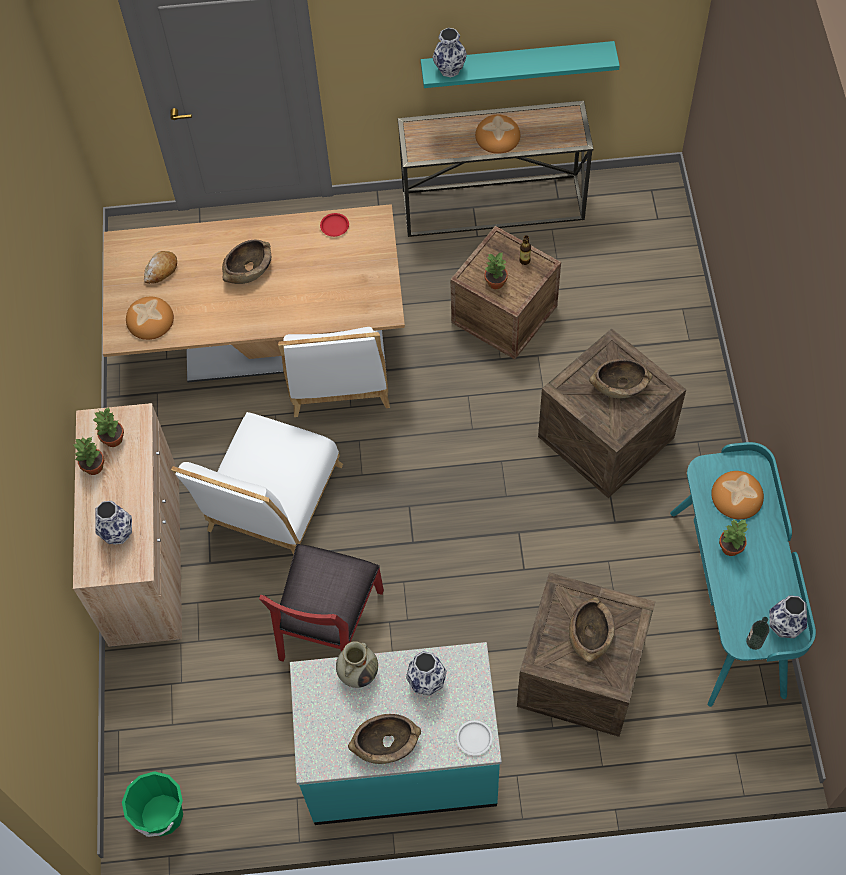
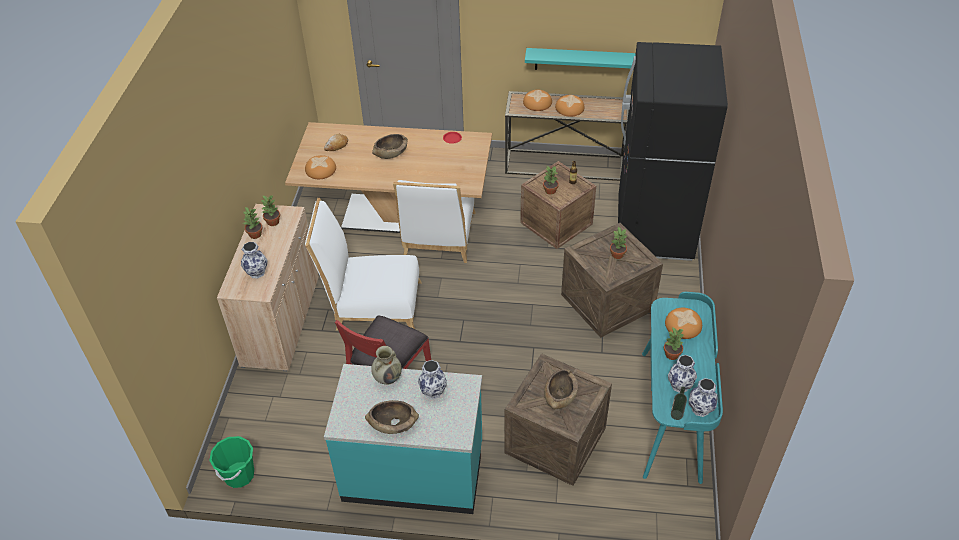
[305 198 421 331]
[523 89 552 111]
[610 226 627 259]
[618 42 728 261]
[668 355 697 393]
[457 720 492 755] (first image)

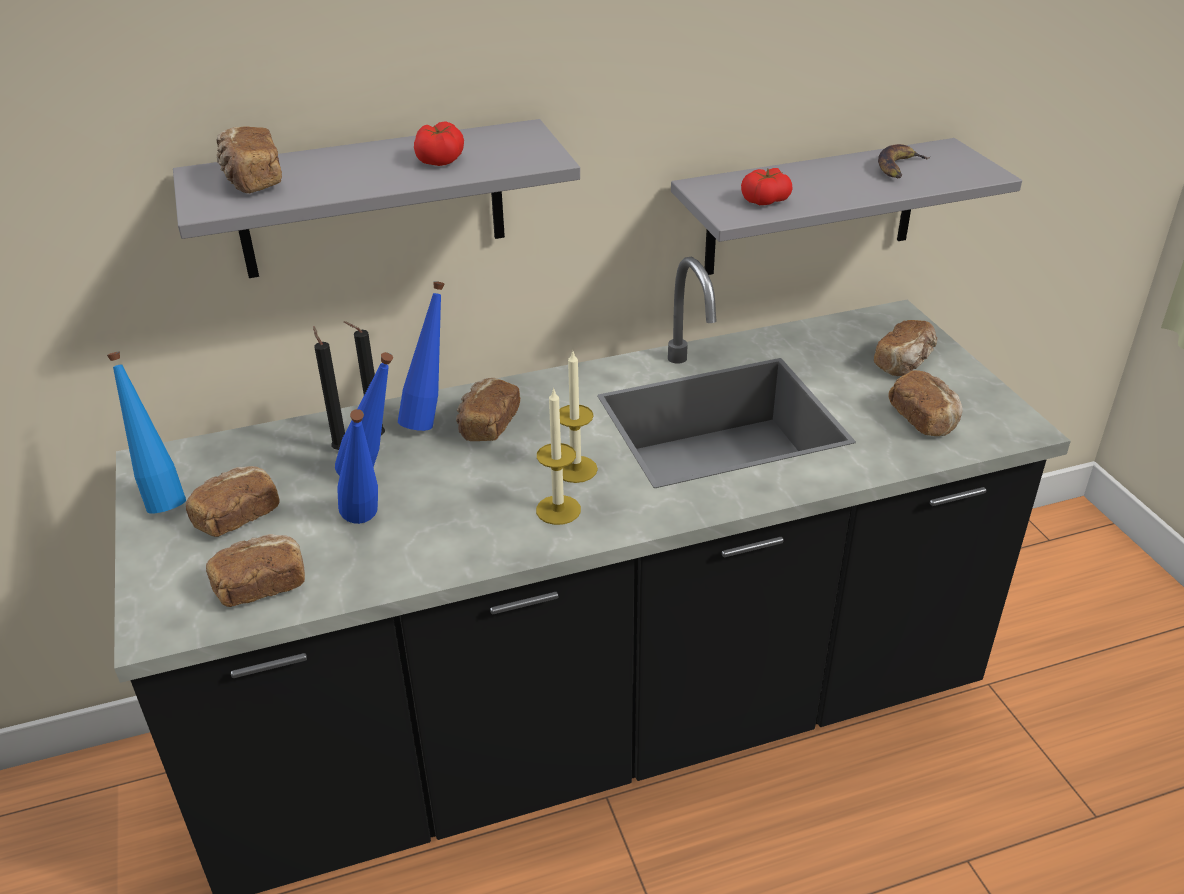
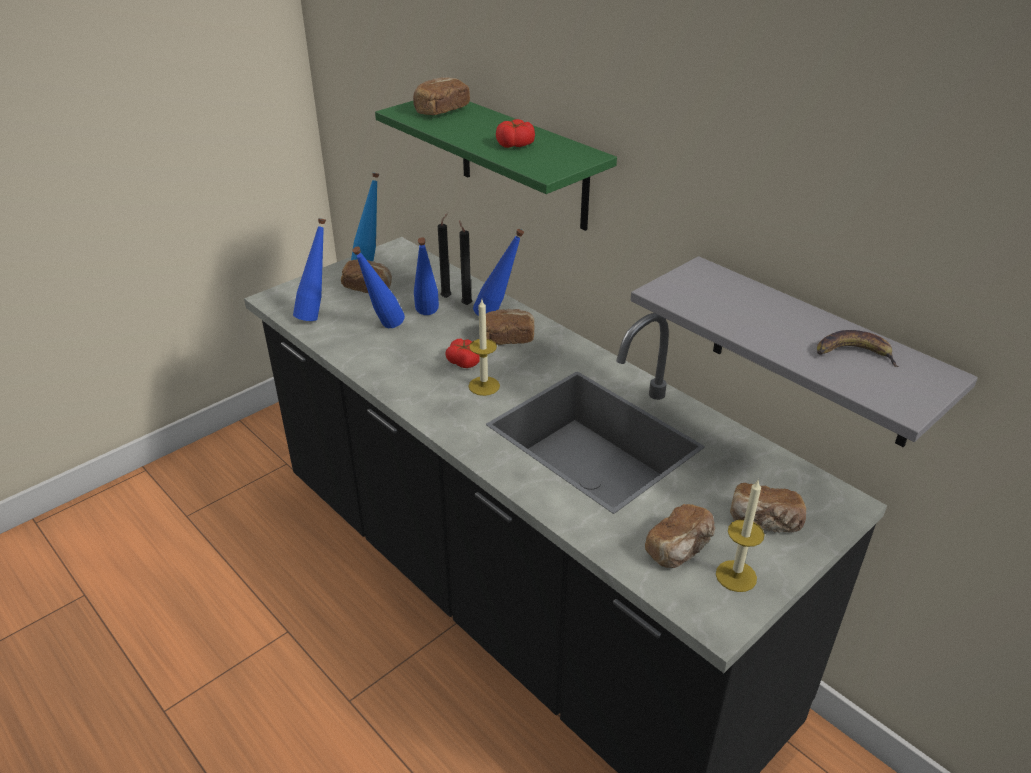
[293 218 326 321]
[375 101 617 231]
[445 338 480 368]
[716 479 765 592]

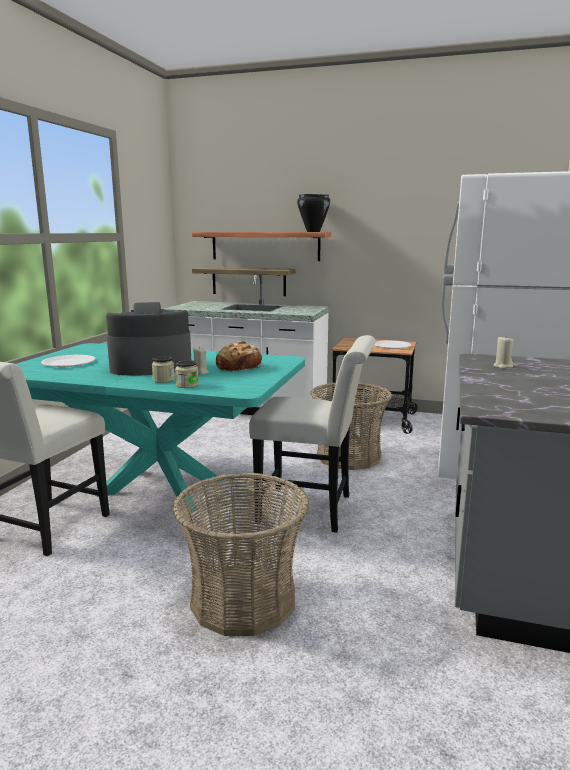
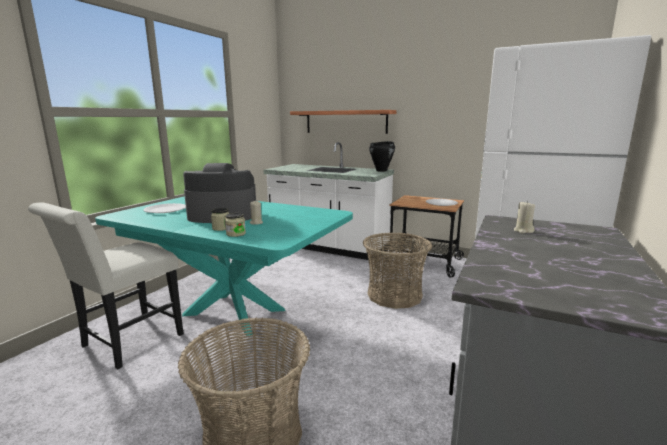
[369 141 395 172]
[192 267 296 296] (first image)
[216 341 263 372] (first image)
[249 335 376 533] (first image)

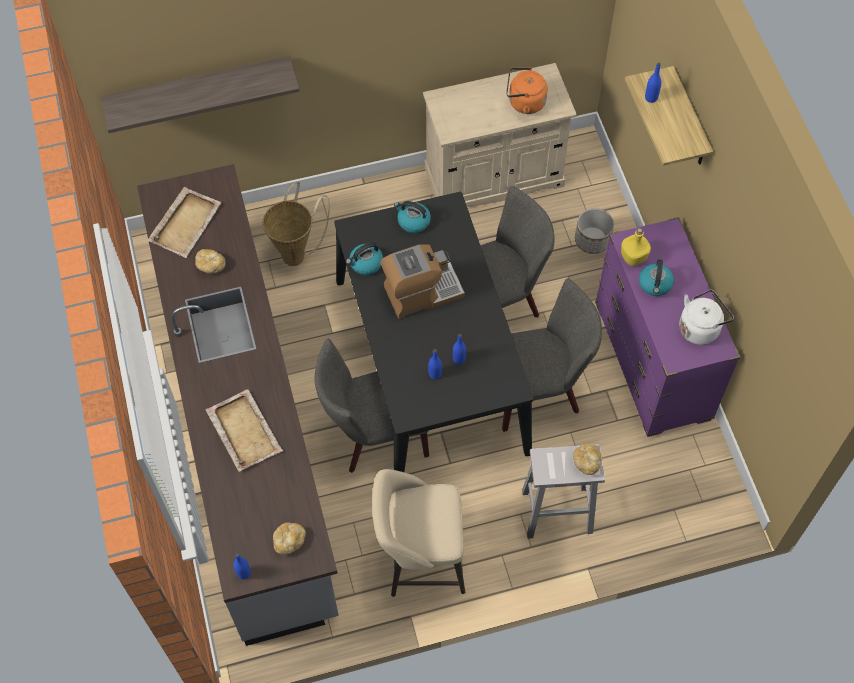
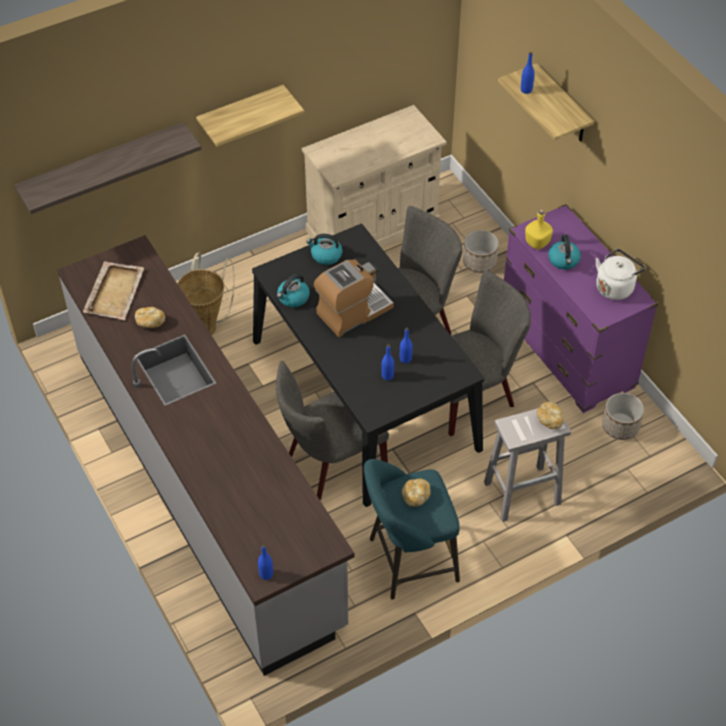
[196 85 305 146]
[364 459 460 600]
[402 479 431 507]
[602 393 644 440]
[206 389 283 472] (first image)
[506 67 548 114] (first image)

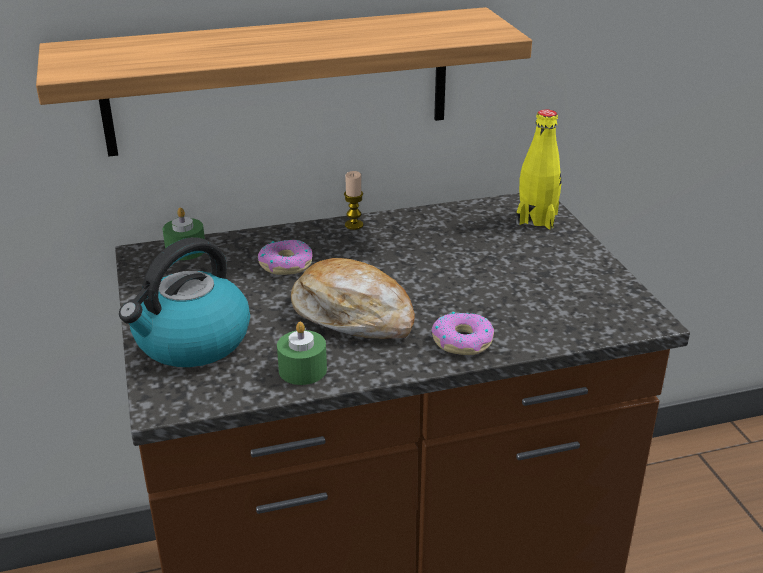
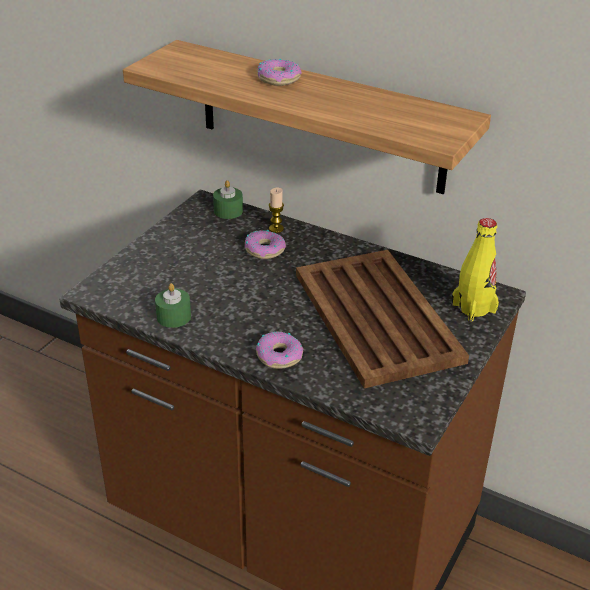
[257 59 302 86]
[269 188 284 233]
[296 250 469 388]
[119 237 250 367] (first image)
[291 258 415 339] (first image)

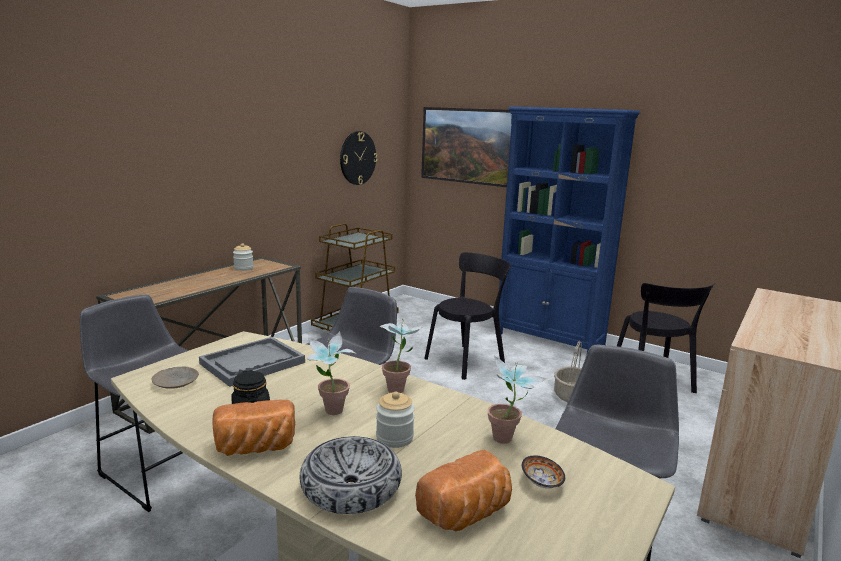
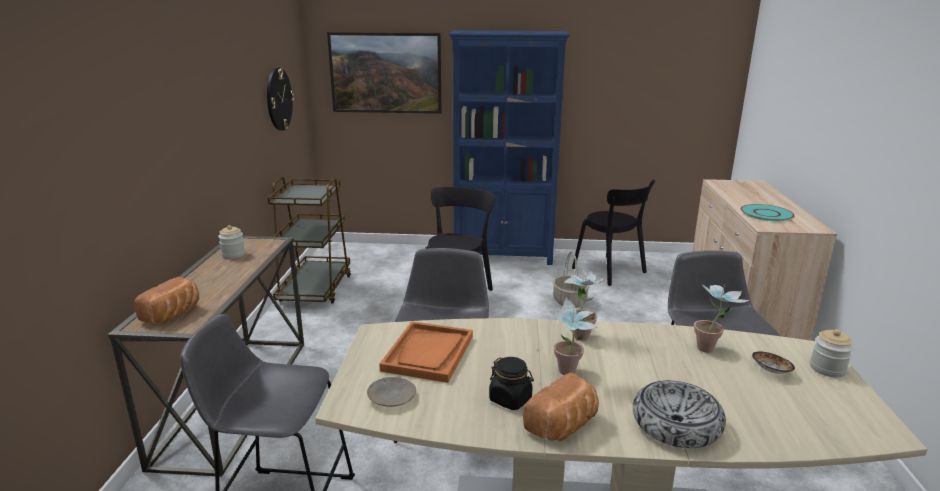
[134 277 199 323]
[379 321 473 383]
[740 204 795 222]
[810 329 854 377]

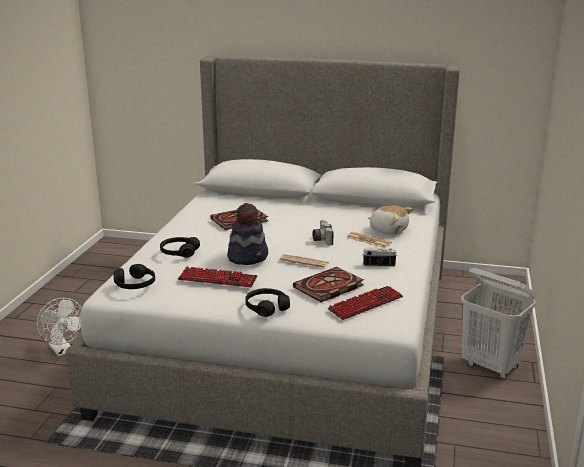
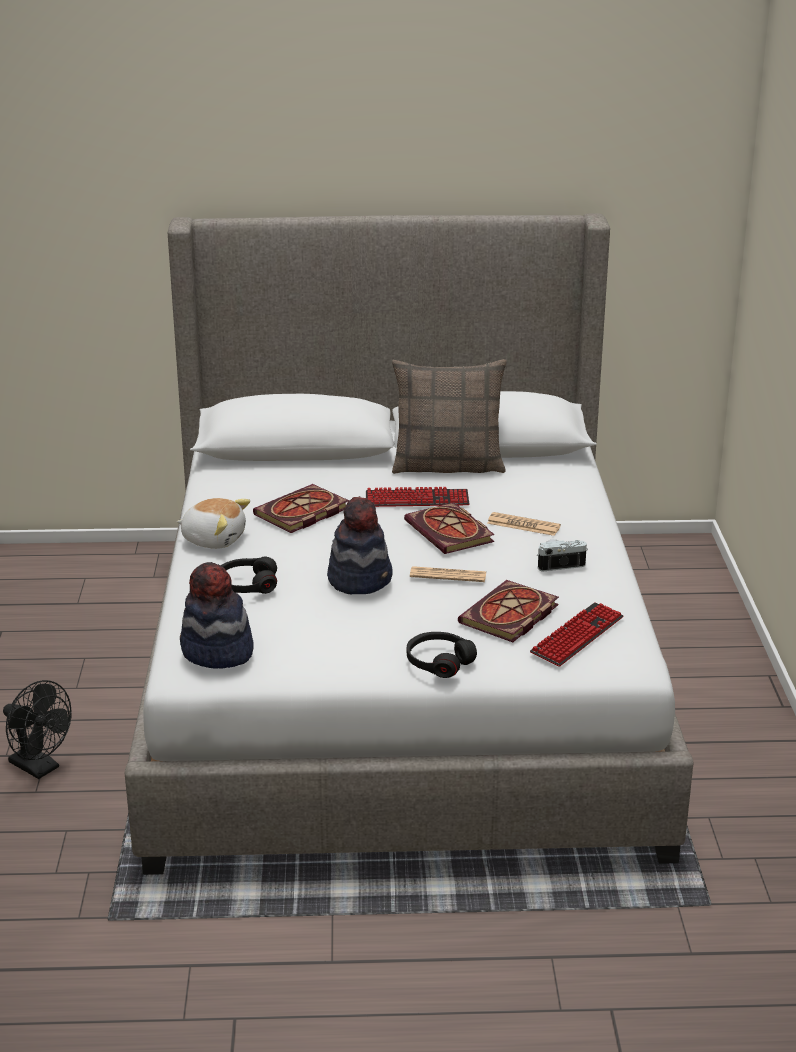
[3 680 72 779]
[177 498 250 549]
[180 562 254 669]
[366 487 469 507]
[392 359 506 474]
[404 502 495 554]
[461 268 536 379] (first image)

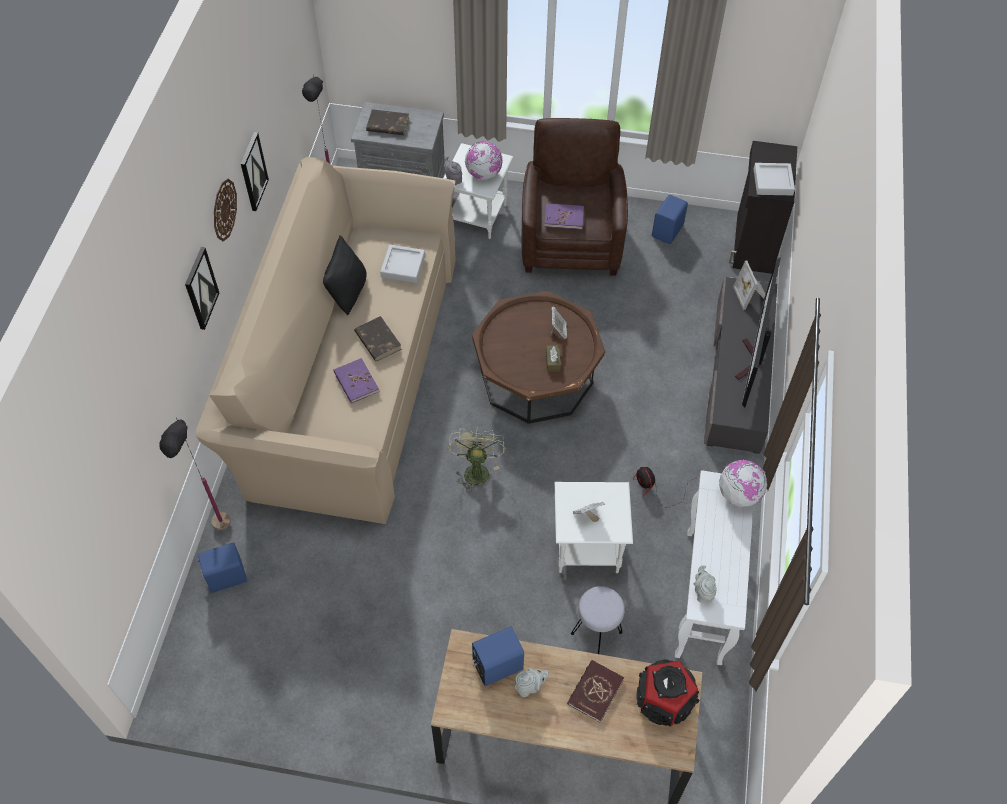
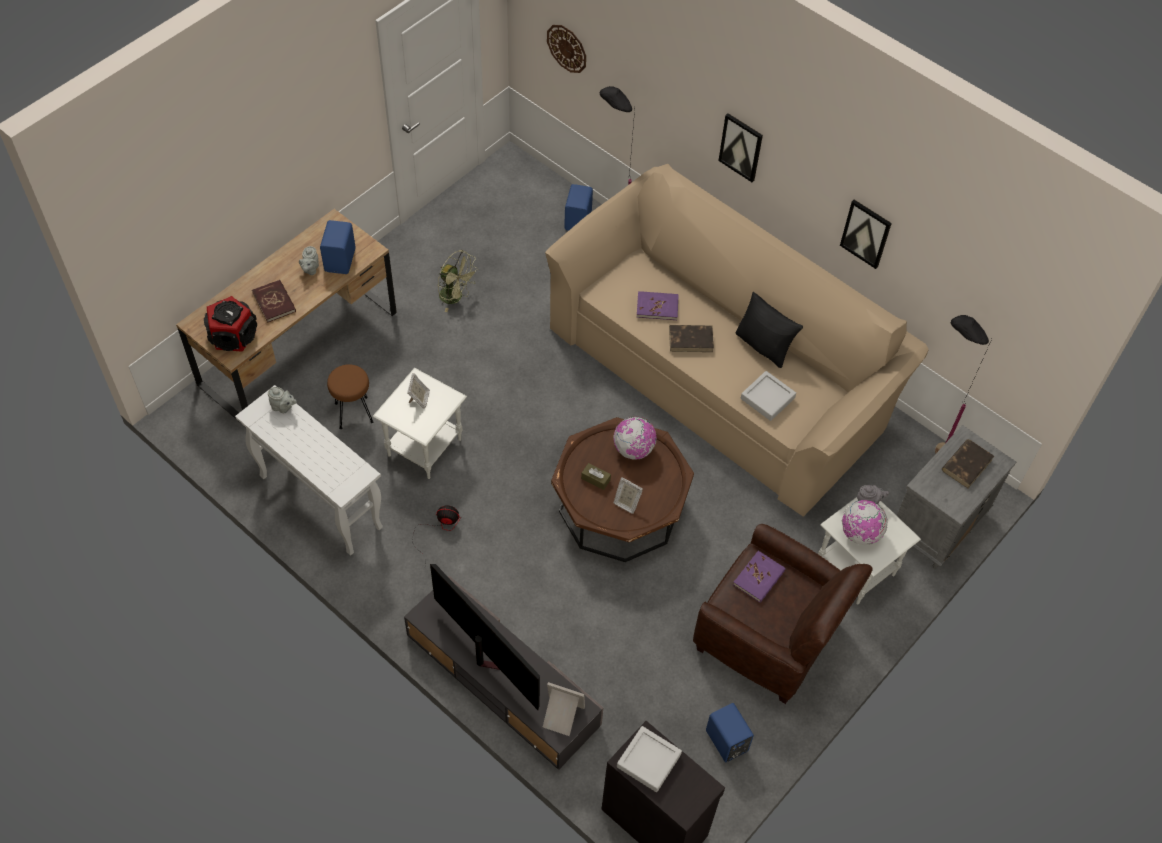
[327 364 374 429]
[438 250 478 312]
[547 25 586 73]
[613 416 657 459]

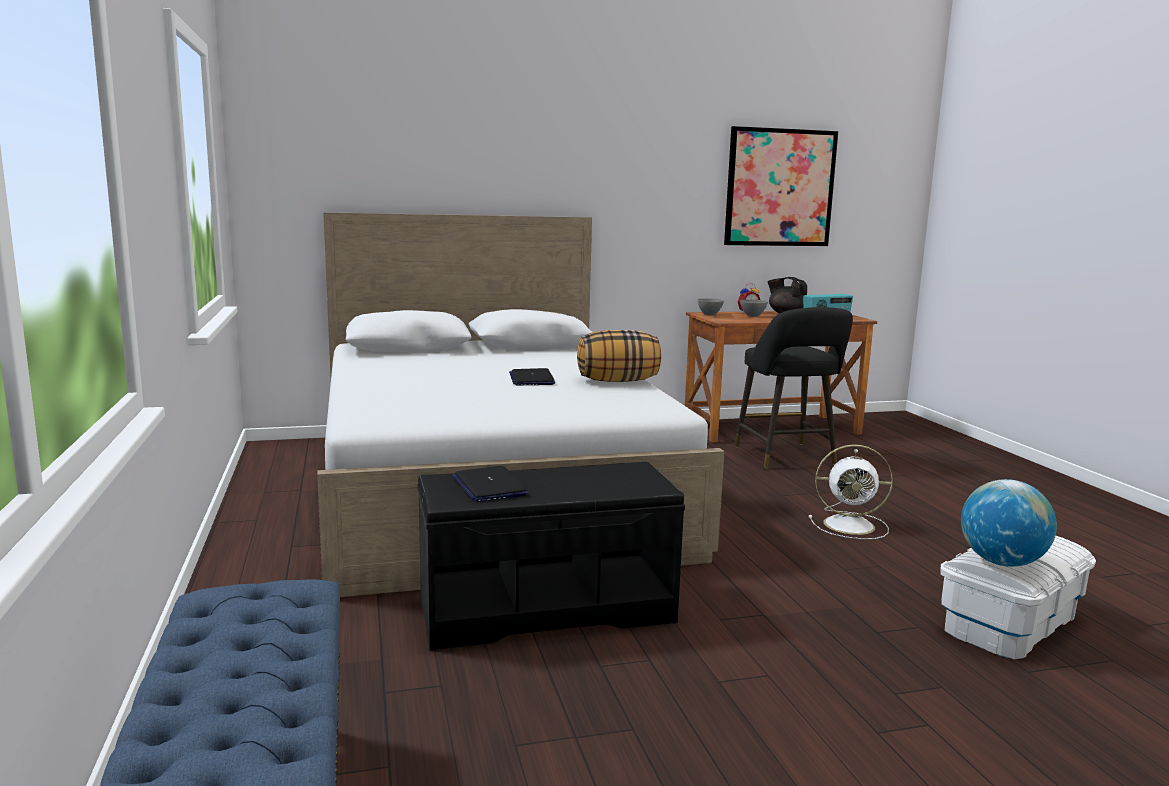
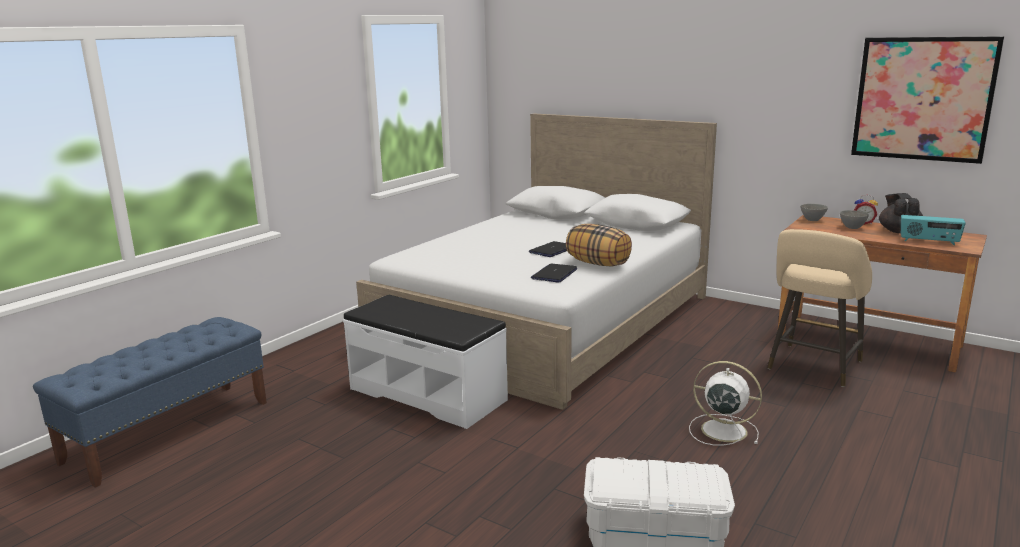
[343 295 508 429]
[531 264 577 283]
[689 361 762 446]
[767 229 872 387]
[961 479 1057 567] (first image)

